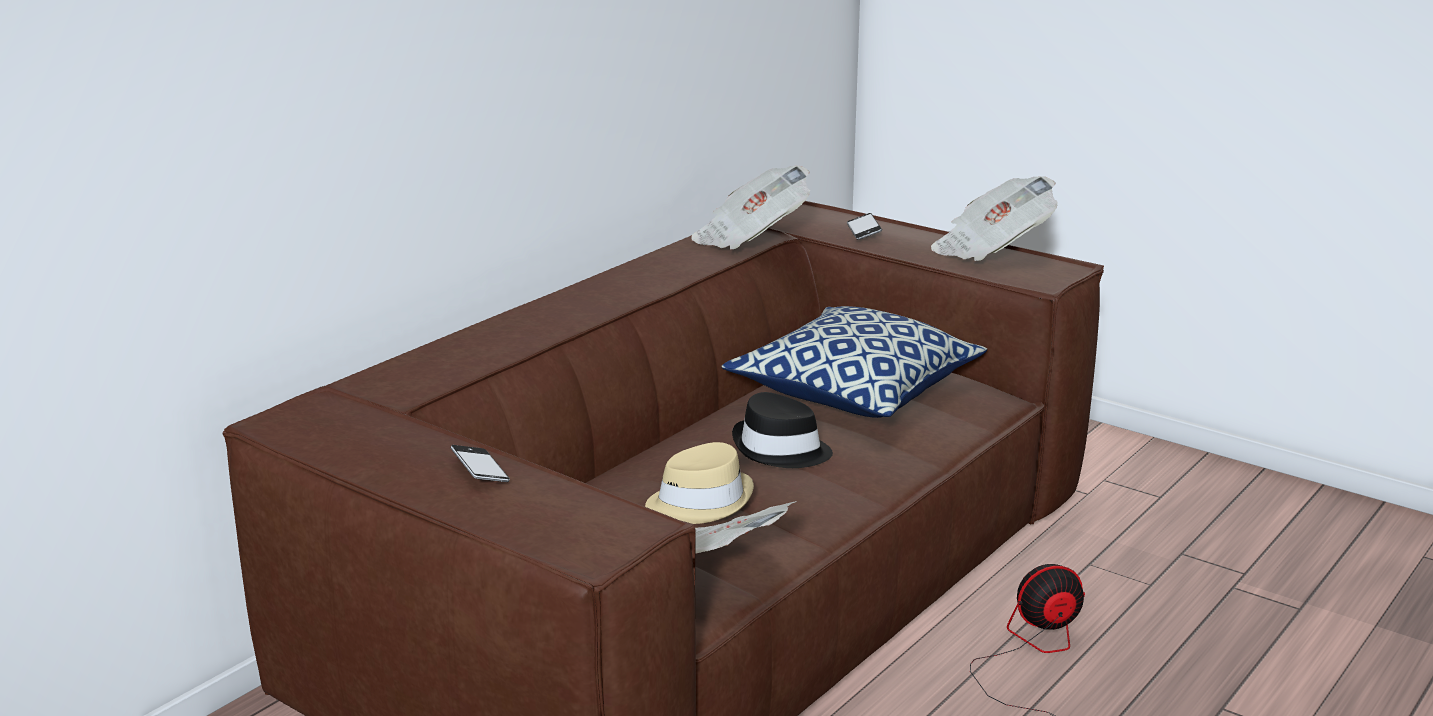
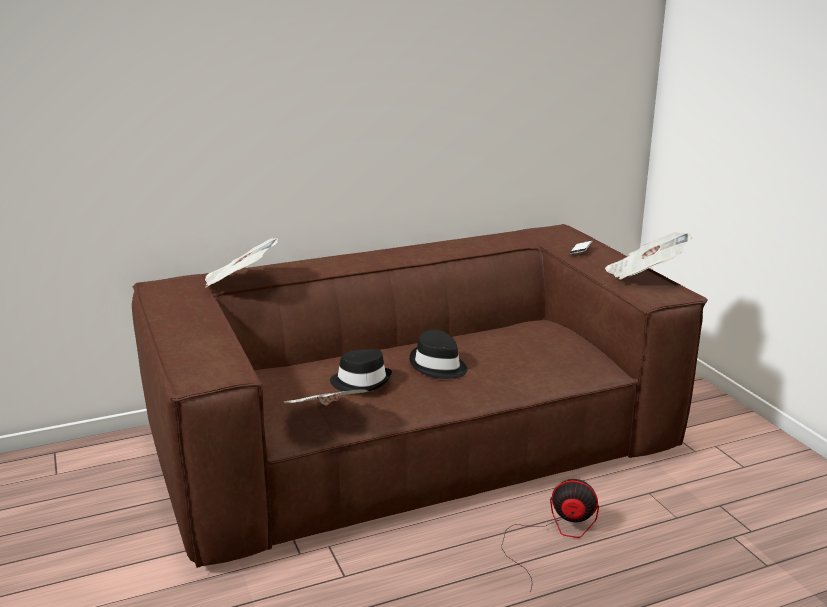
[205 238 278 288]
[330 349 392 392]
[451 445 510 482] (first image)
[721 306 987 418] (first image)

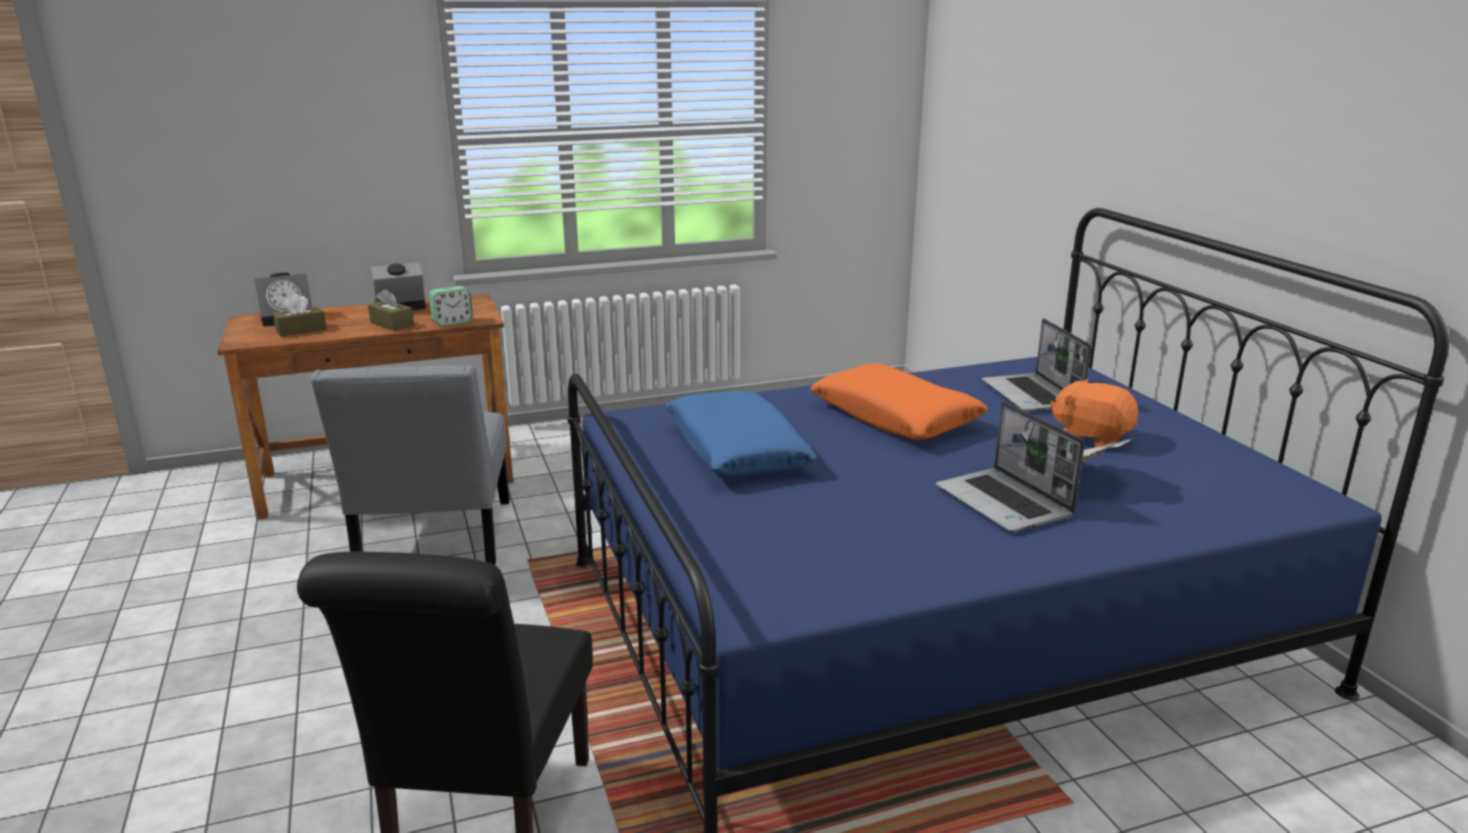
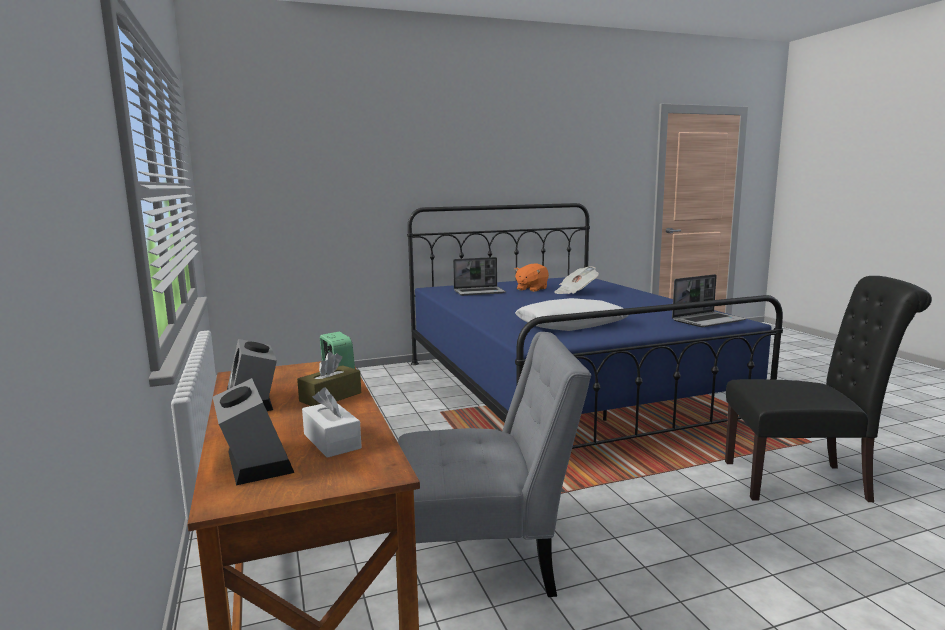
[302 387 362 458]
[515 298 629 331]
[672 274 746 327]
[810 363 988 440] (first image)

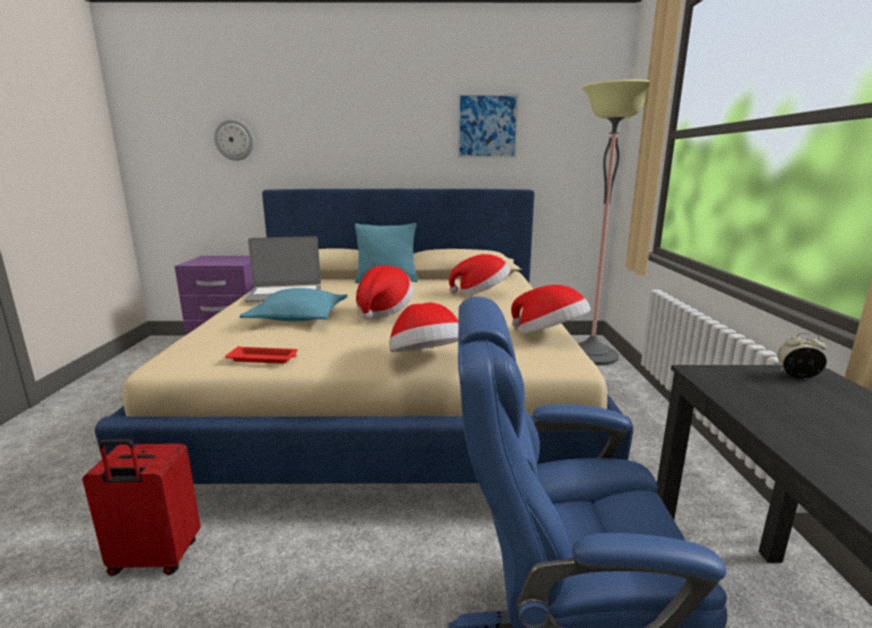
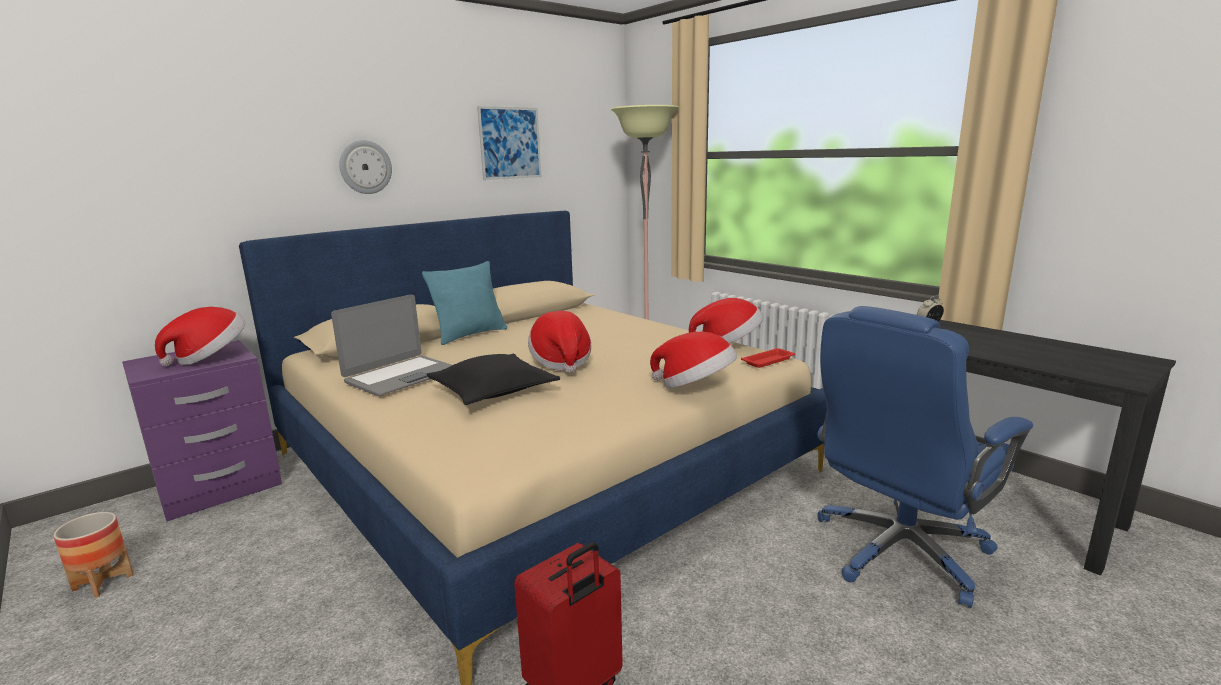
[54 512 134 598]
[155 307 245 366]
[339 140 392 194]
[426 354 560 405]
[741 348 795 368]

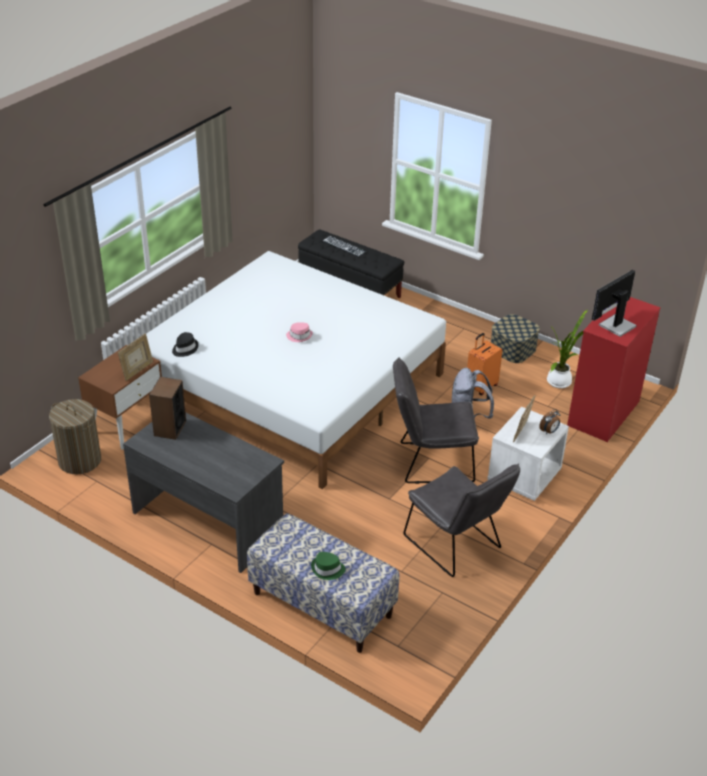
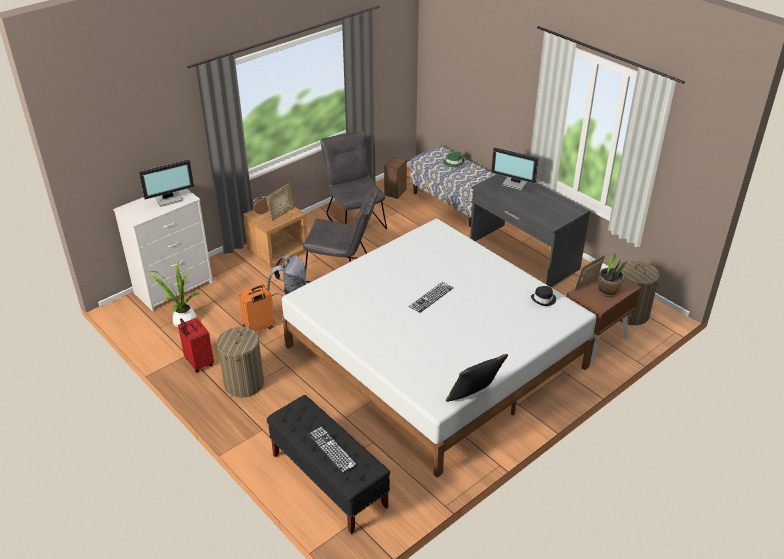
[113 189 213 312]
[178 317 214 372]
[217 326 264 397]
[243 206 307 268]
[384 157 407 199]
[409 282 453 313]
[446 354 508 402]
[491 147 539 190]
[598 250 628 297]

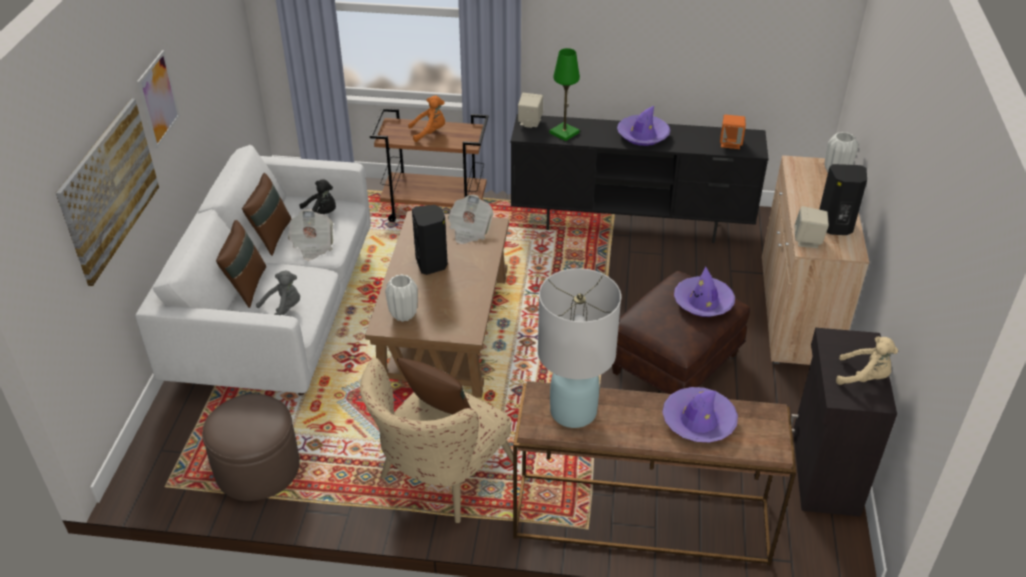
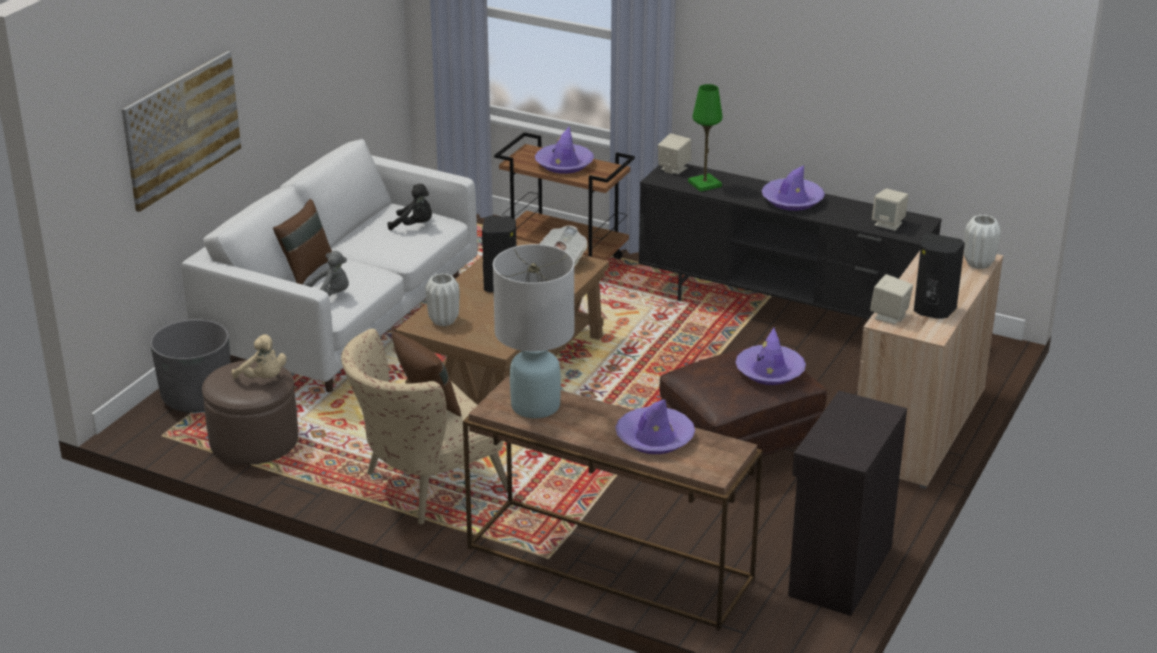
[150 319 231 412]
[232 334 287 379]
[535 126 594 174]
[872 188 909 231]
[137 50 180 149] (first image)
[242 173 291 256] (first image)
[288 209 333 261] (first image)

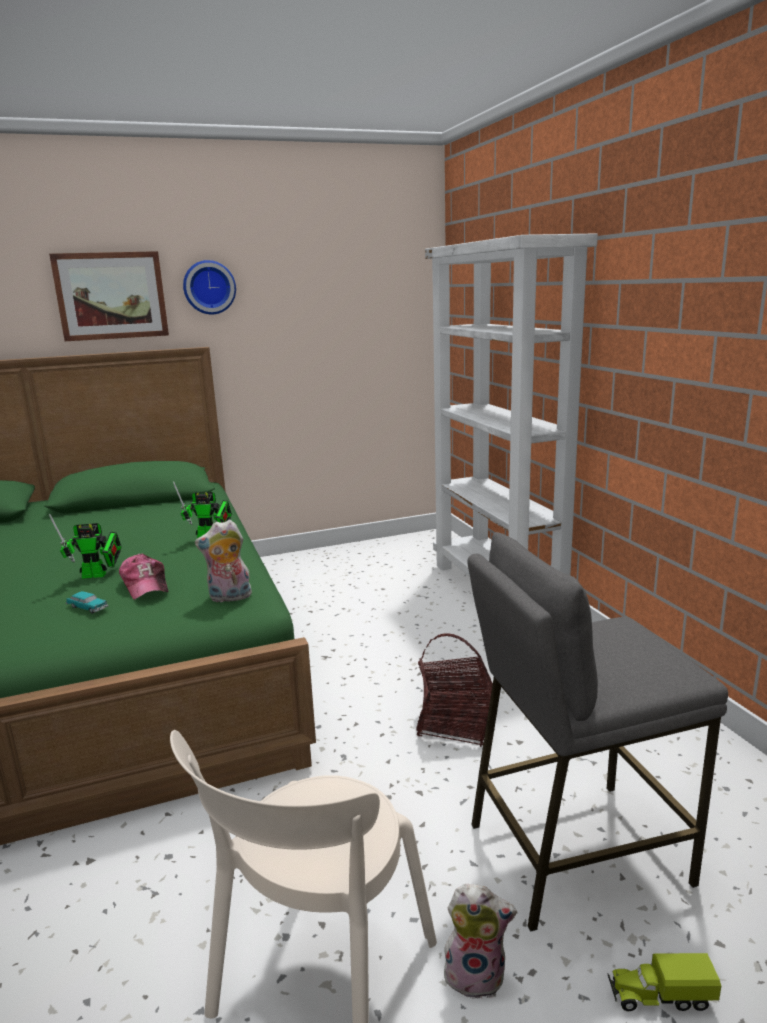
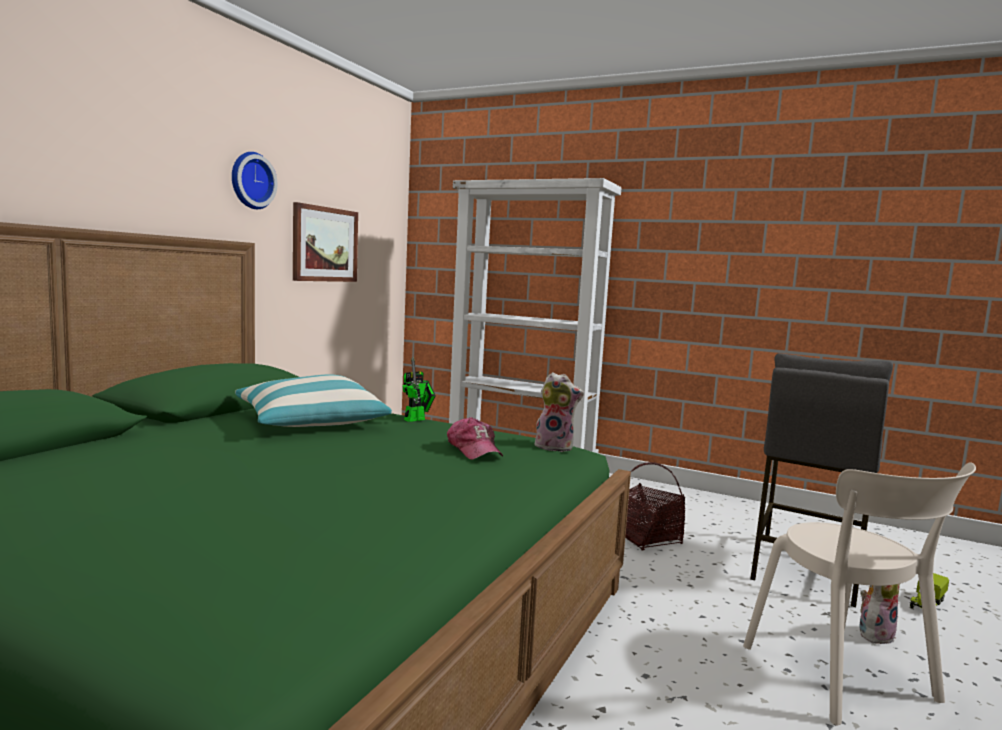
[235 374 392 427]
[293 202 358 282]
[447 417 503 460]
[534 372 584 452]
[49 514 122 579] (first image)
[66 591 109 614] (first image)

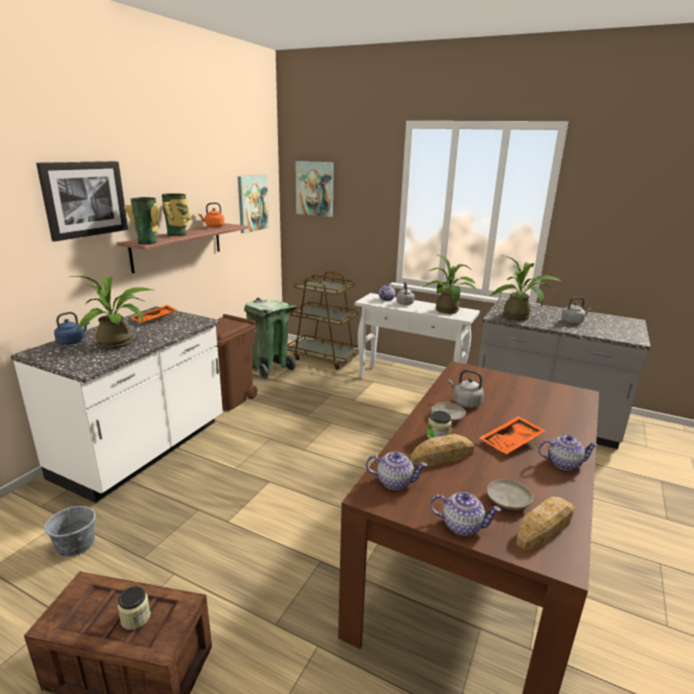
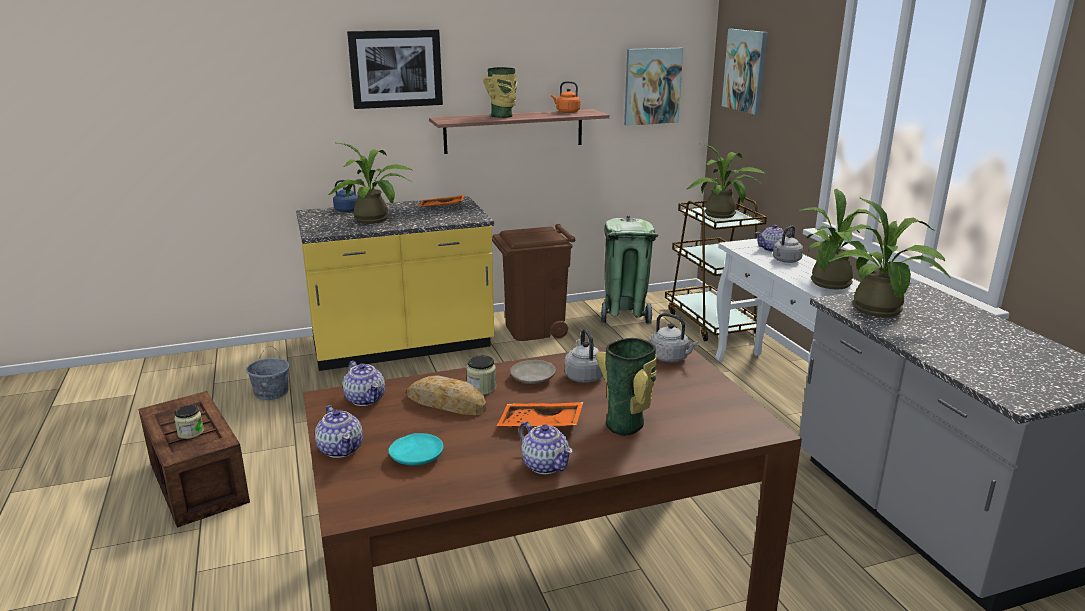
[296 196 494 371]
[389 433 444 466]
[596 338 657 436]
[651 313 698 362]
[687 144 766 218]
[516 497 575 550] (first image)

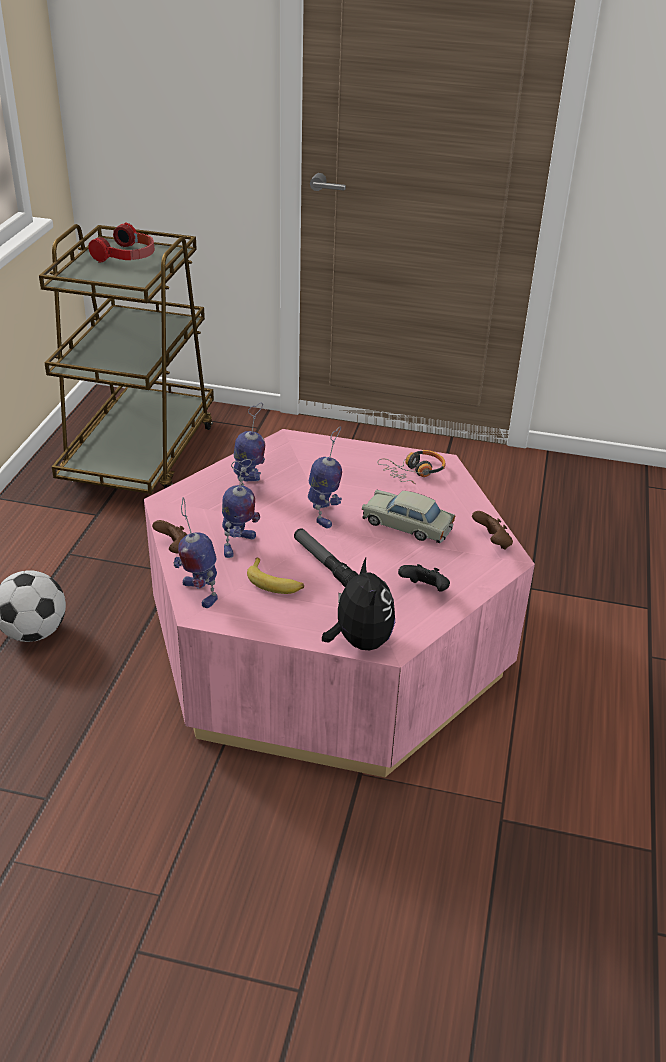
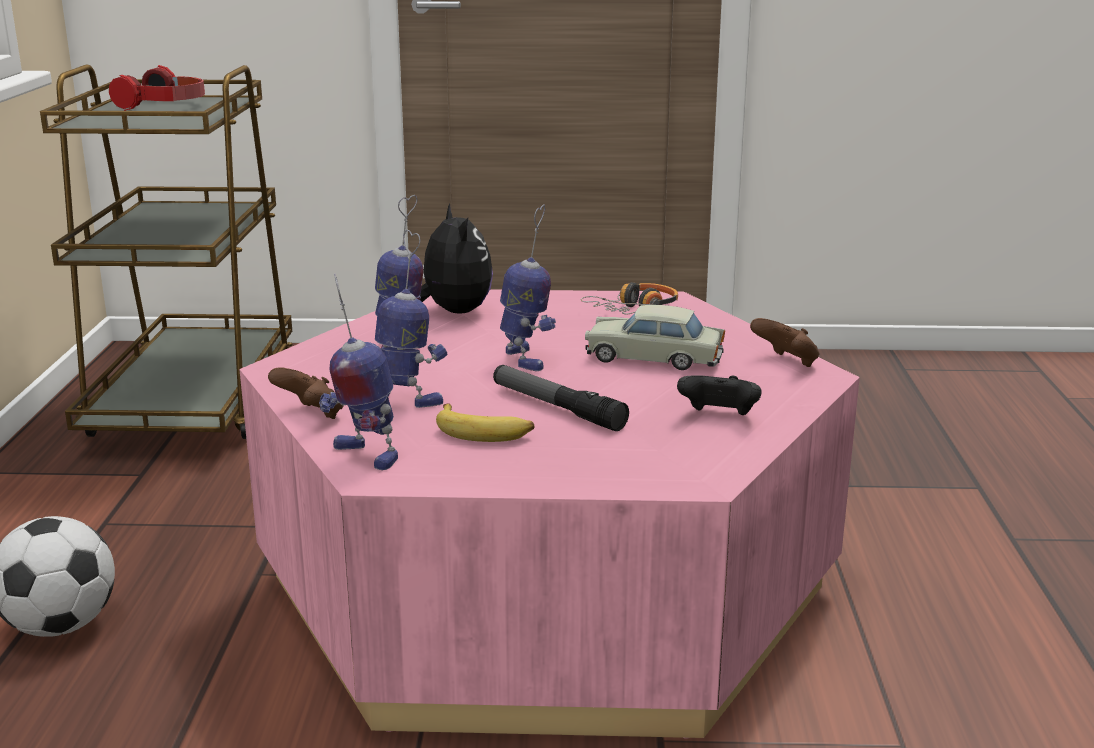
[375 230 448 408]
[420 204 493 314]

